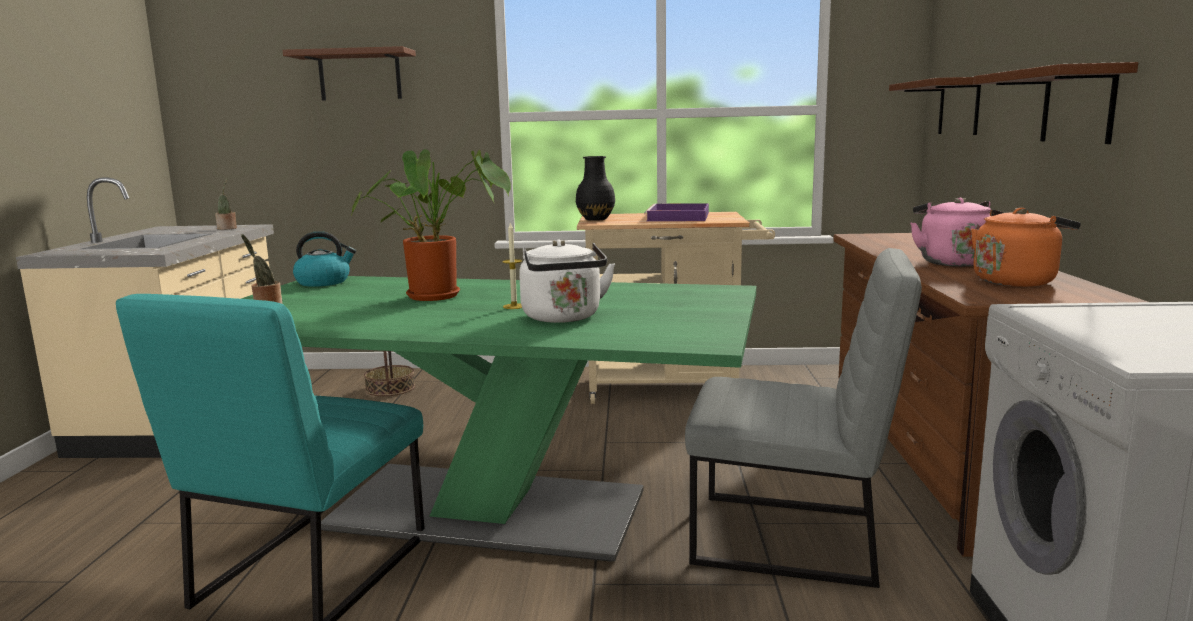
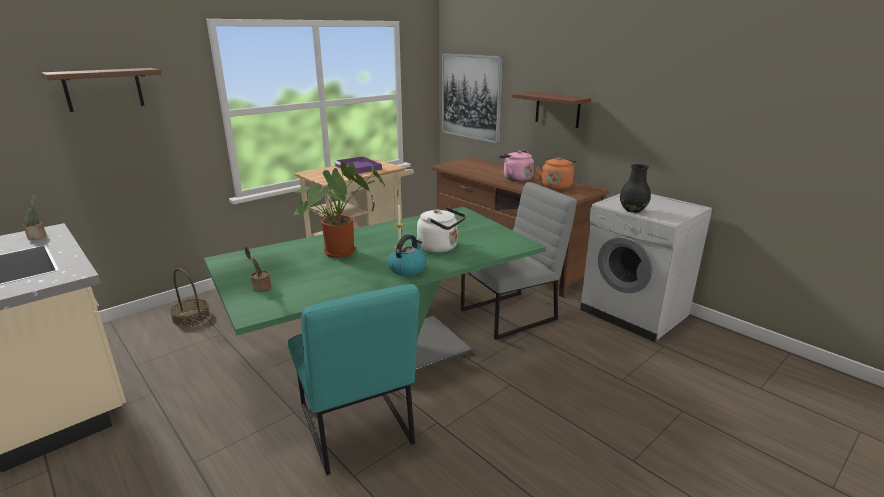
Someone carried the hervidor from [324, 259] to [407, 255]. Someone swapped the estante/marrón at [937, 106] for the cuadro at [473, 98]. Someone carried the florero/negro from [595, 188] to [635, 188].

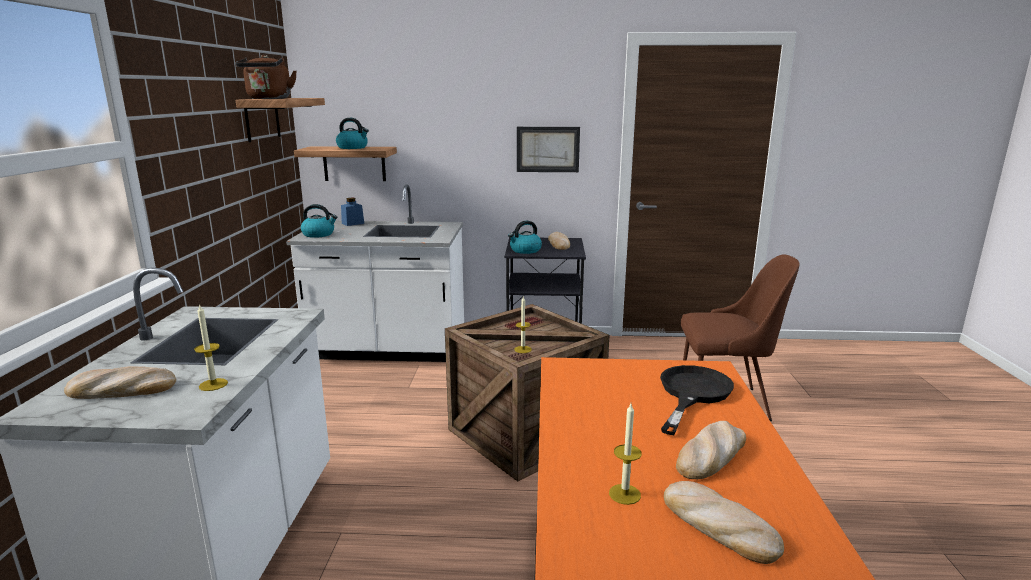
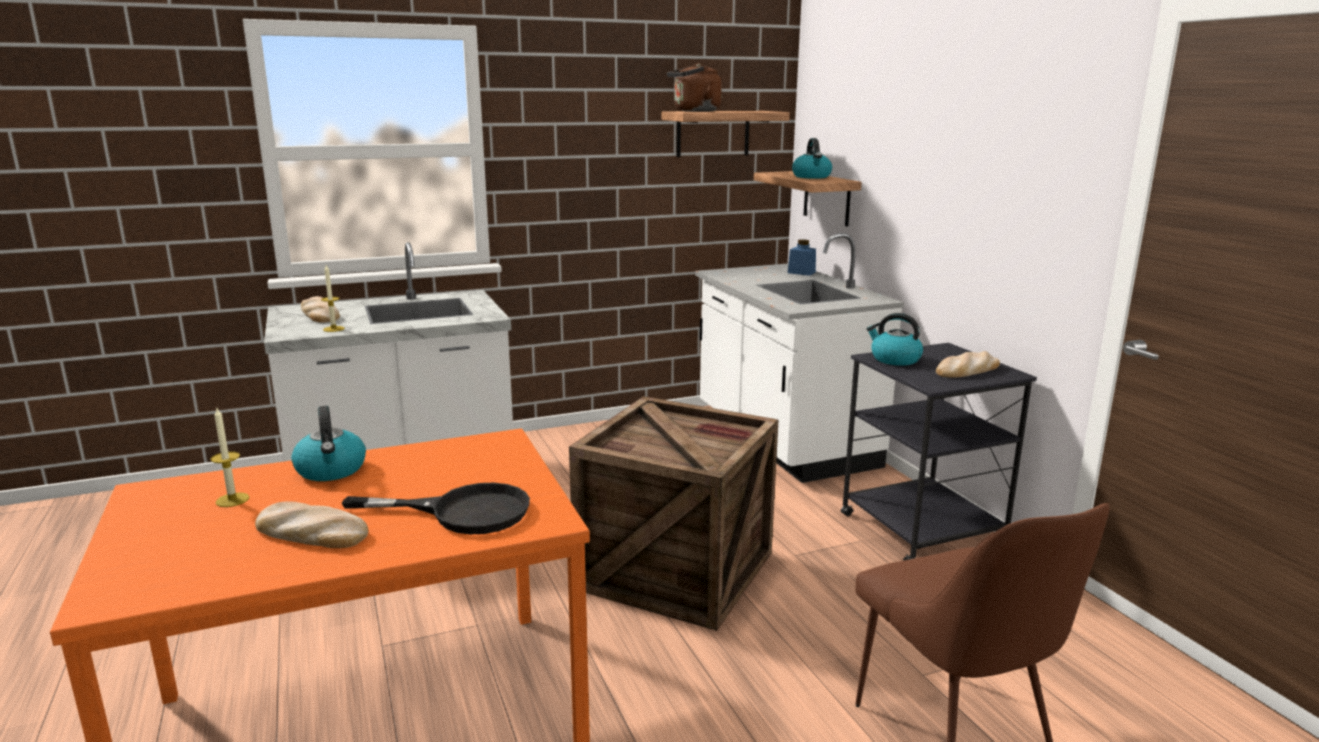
Someone carried the hervidor from [319, 221] to [328, 443]. Someone took away the vela at [523, 325]. Someone took away the cuadro at [548, 149]. Someone took away the pan at [724, 522].

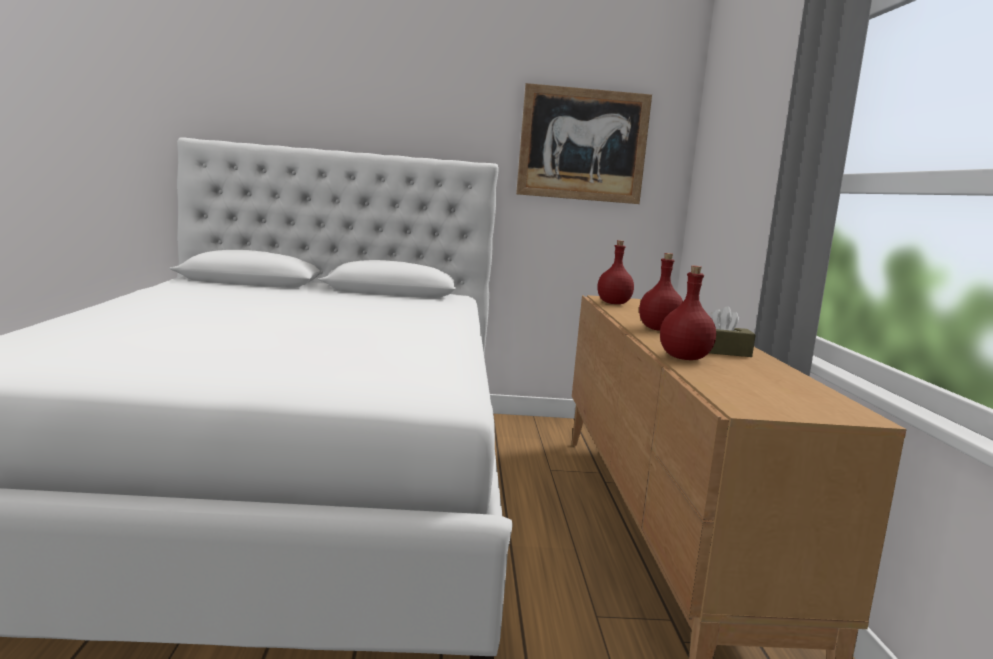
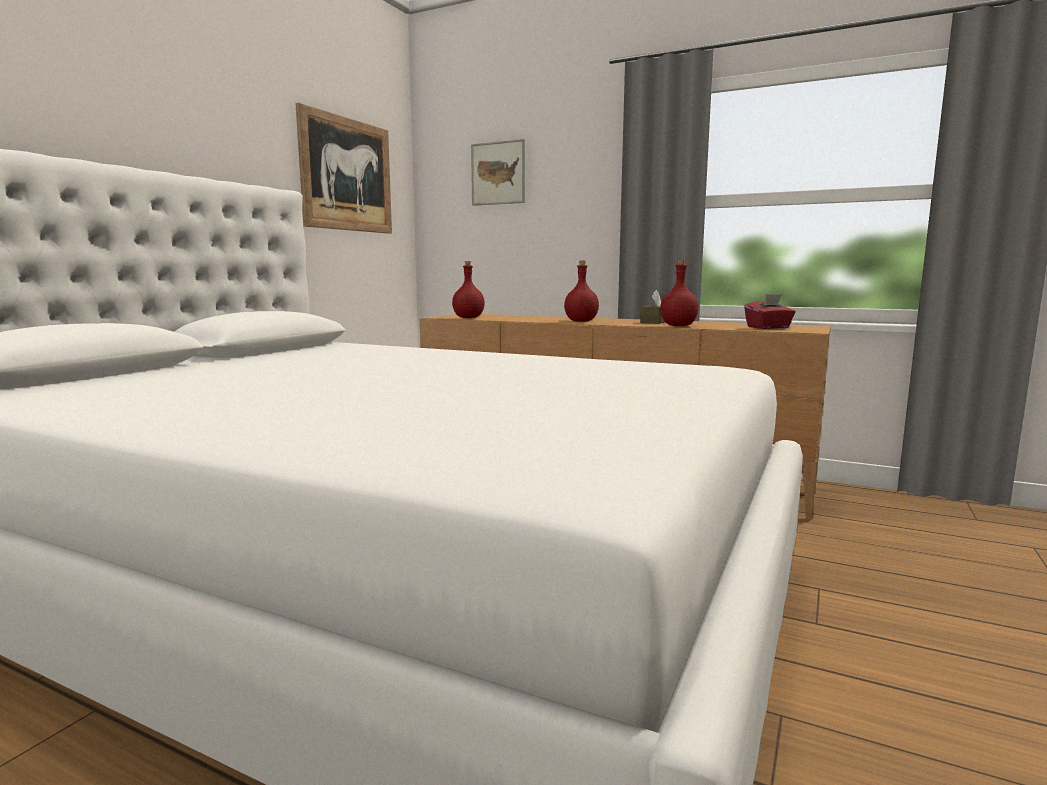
Someone put up the cuadro at [498, 172]. Someone put down the caja de pañuelos/rojo at [769, 311].

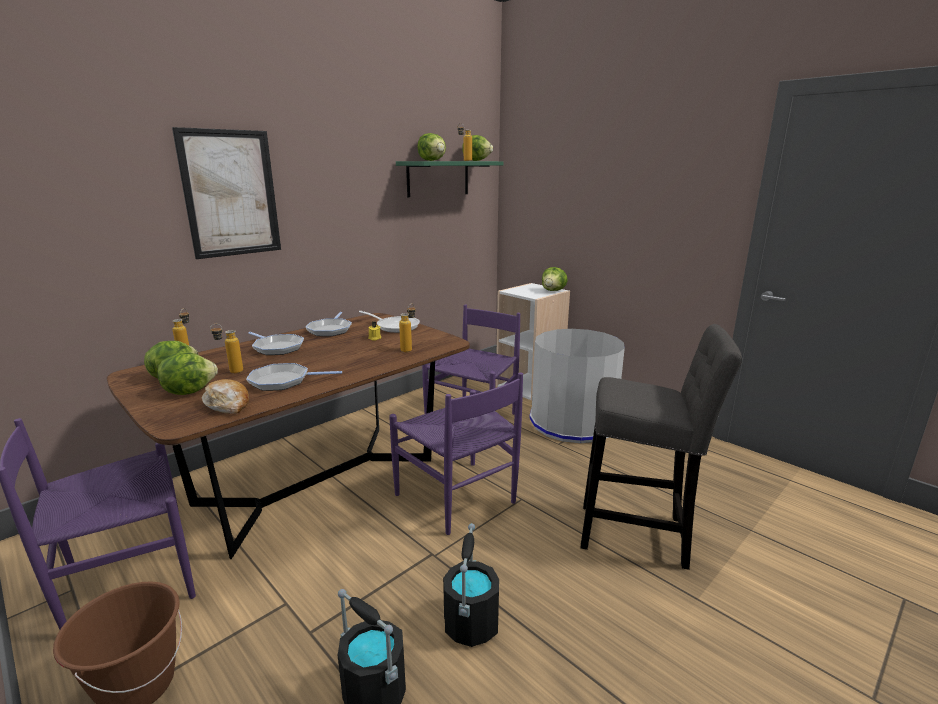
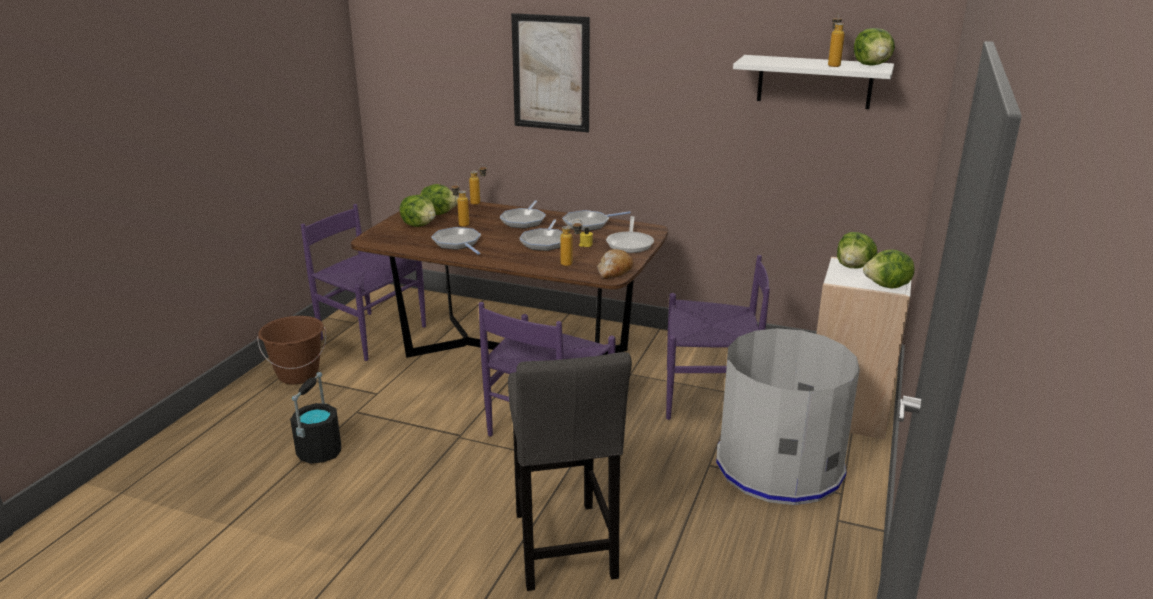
Someone put down the sartén at [541, 235]. Someone carried the pan from [225, 396] to [615, 263]. Someone repainted the estante/verde at [450, 179], which became the estante/blanco at [813, 82]. Someone carried the lechuga from [431, 147] to [857, 250]. Someone took away the cubo/negro at [471, 585].

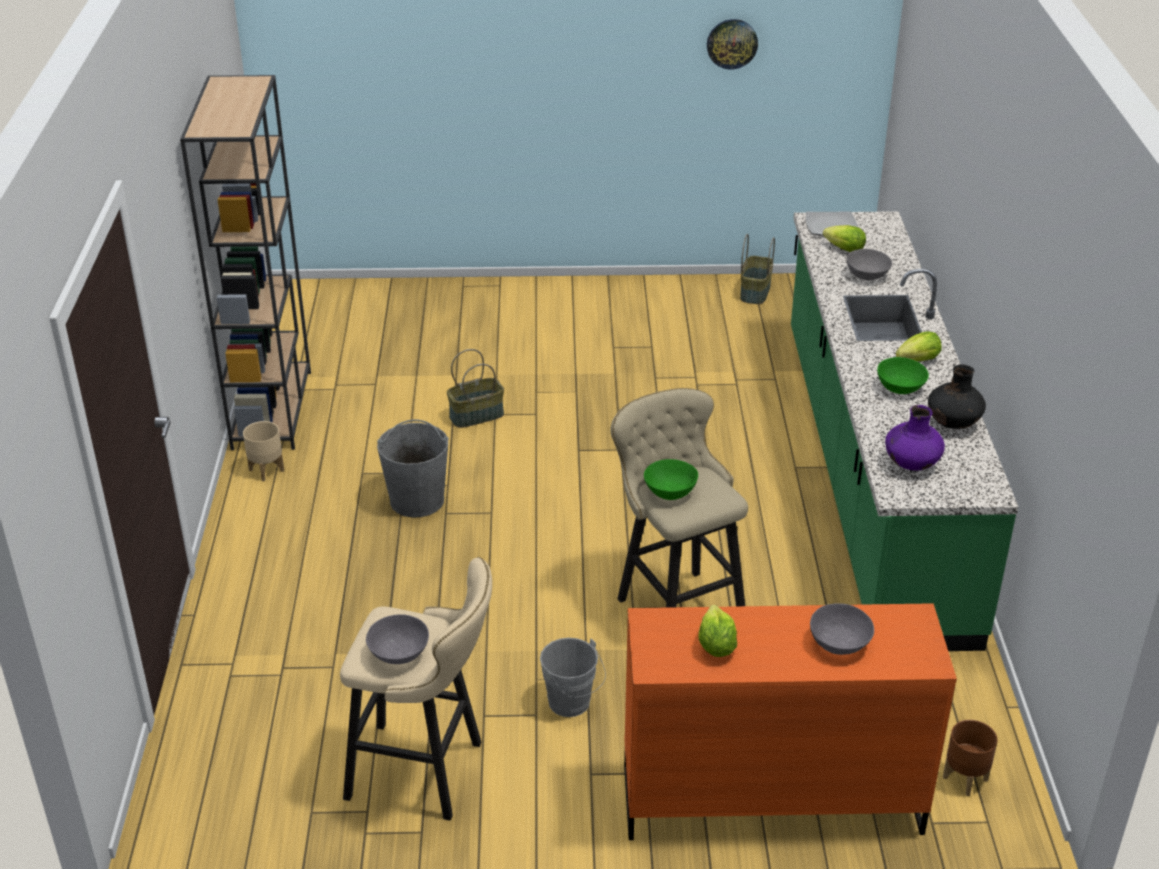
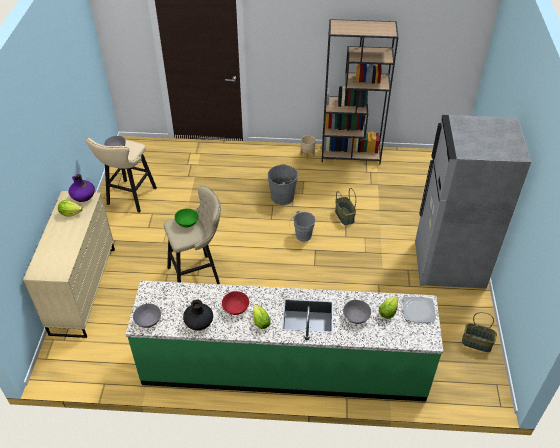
Someone repainted the cómoda/naranja at [790, 721], which became the cómoda/beis at [69, 264]. Someone carried the florero/morado from [915, 438] to [82, 188]. Someone carried the cuenco/gris from [842, 629] to [147, 315]. Someone repainted the cuenco/verde at [903, 375], which became the cuenco/rojo at [235, 303]. Someone carried the cubo/gris from [573, 677] to [302, 226]. Someone put down the nevera/gris at [473, 202]. Someone took away the reloj de pared at [732, 44]. Someone took away the maceta/marrón at [970, 758].

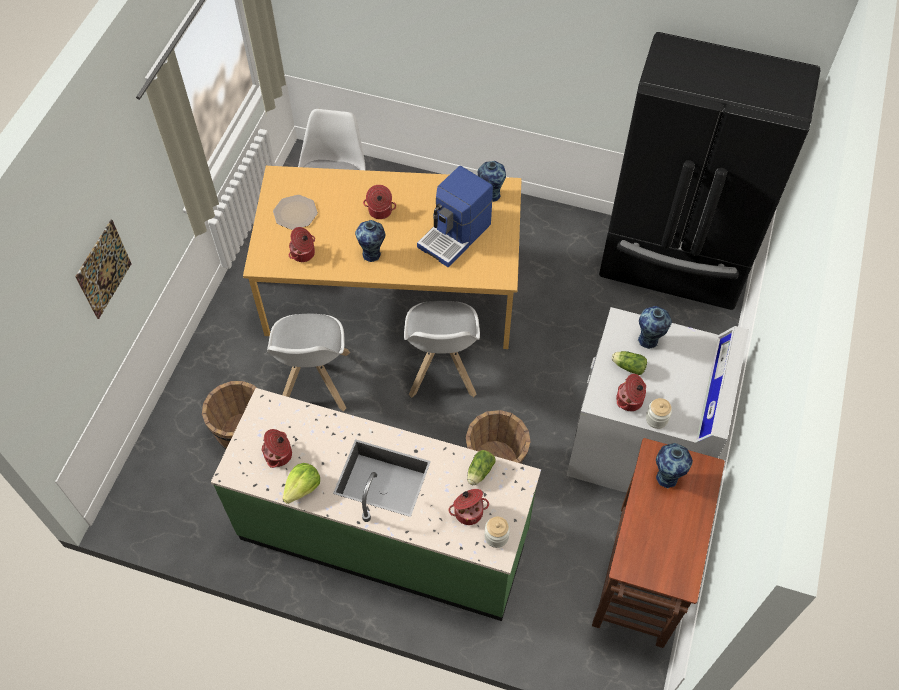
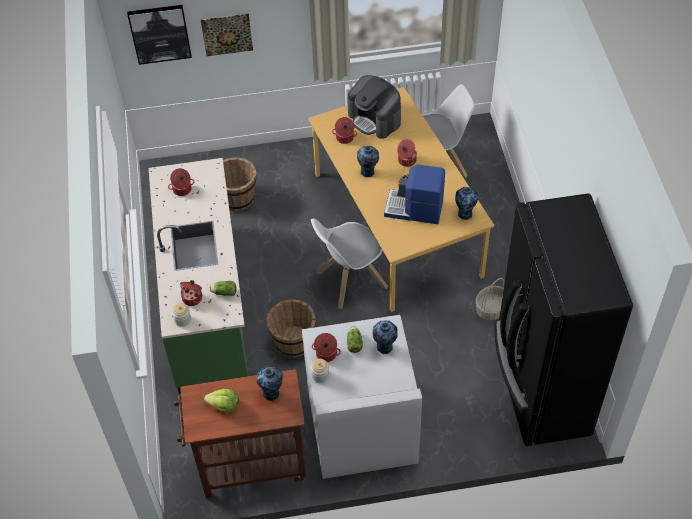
Someone put up the cuadro at [159, 35]. Someone carried the lechuga from [301, 483] to [221, 401]. Someone swapped the plato at [295, 212] for the cafetera at [374, 107]. Someone put down the cesta at [490, 299]. Someone took away the silla at [308, 362].

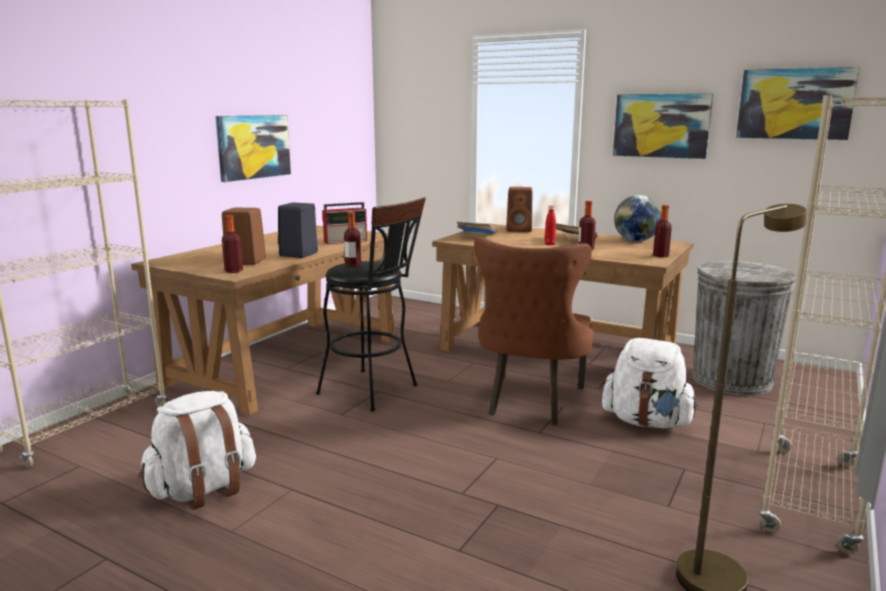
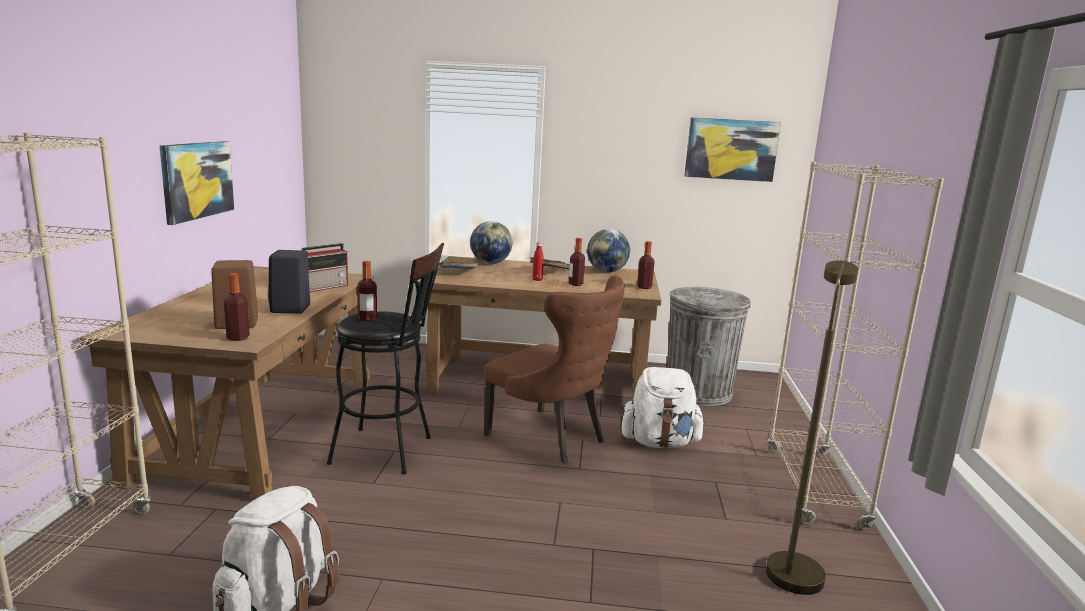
Someone swapped the altavoz/marrón at [519, 209] for the globo terráqueo at [491, 242]. Someone rotated the silla/marrón at [533, 331] by 45 degrees counterclockwise. Someone took away the cuadro at [663, 126].

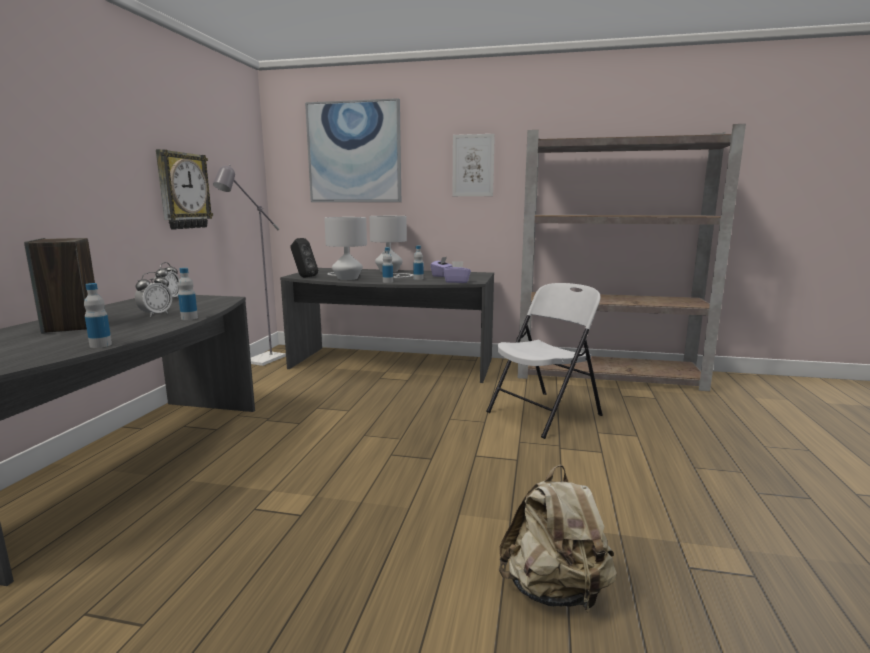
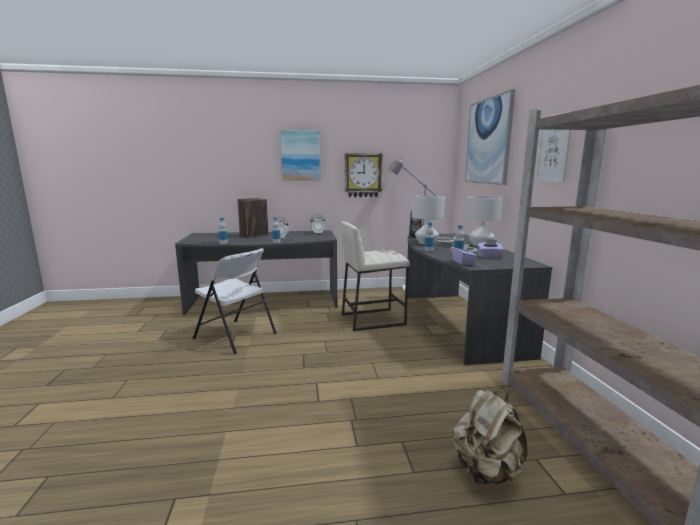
Someone carried the silla/blanco from [544, 361] to [235, 301]. Someone put up the cuadro at [300, 155]. Someone put down the taburete/beis at [375, 276]. Someone carried the mochila/beis from [558, 538] to [490, 436].

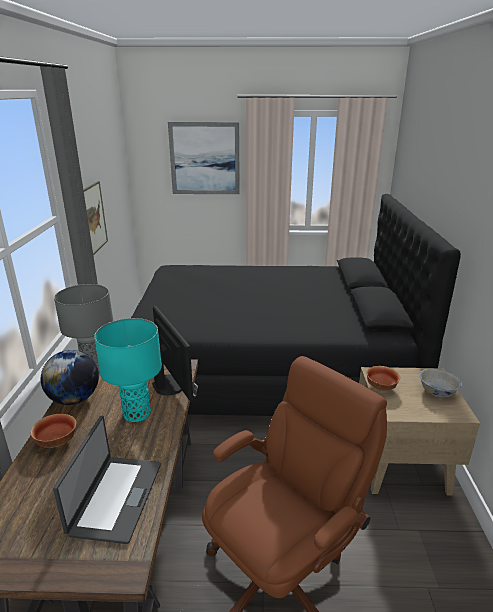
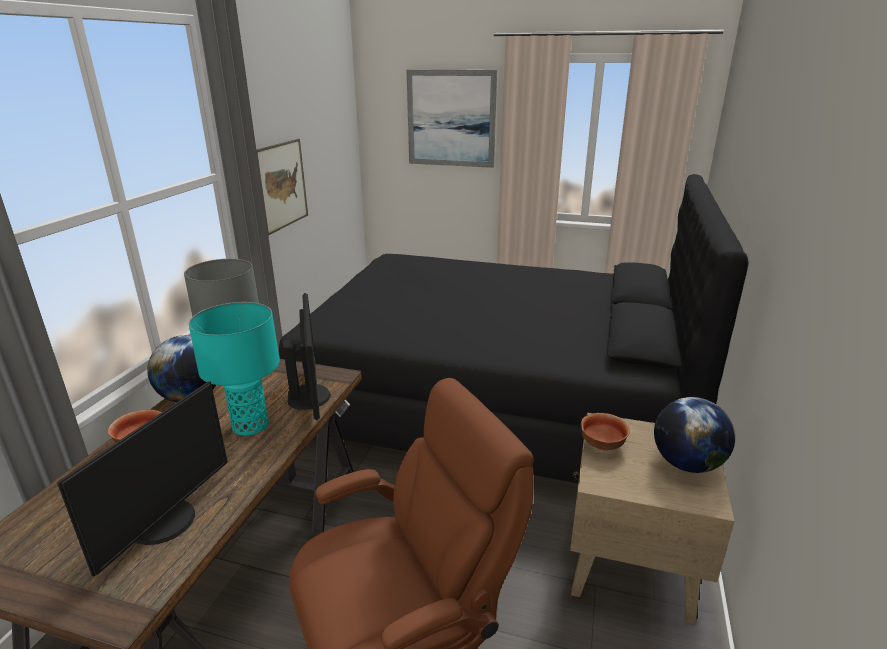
Someone swapped the portátil at [107, 480] for the monitor at [142, 479]. Someone swapped the cuenco/blanco at [440, 383] for the globo terráqueo at [694, 435].

